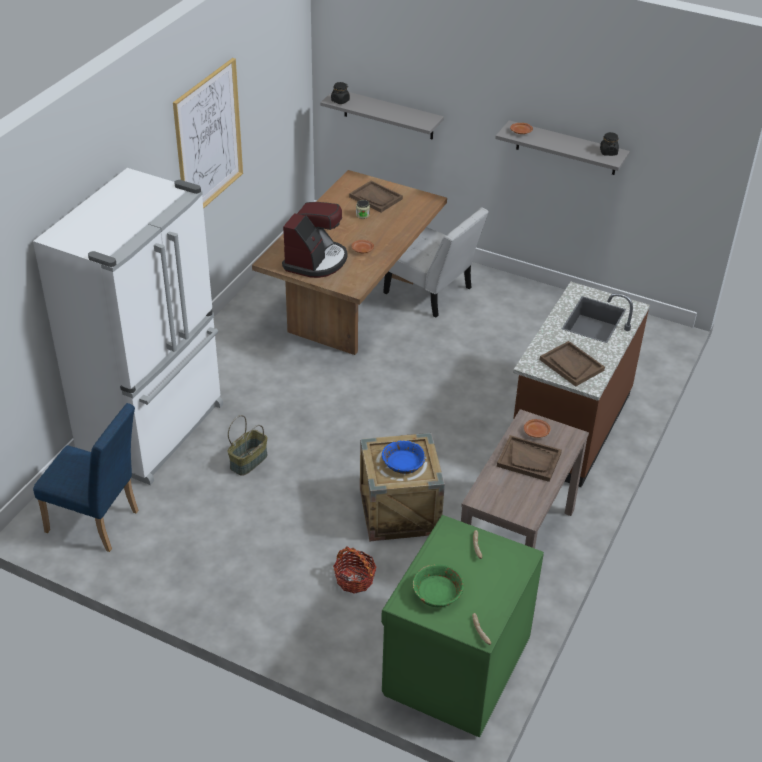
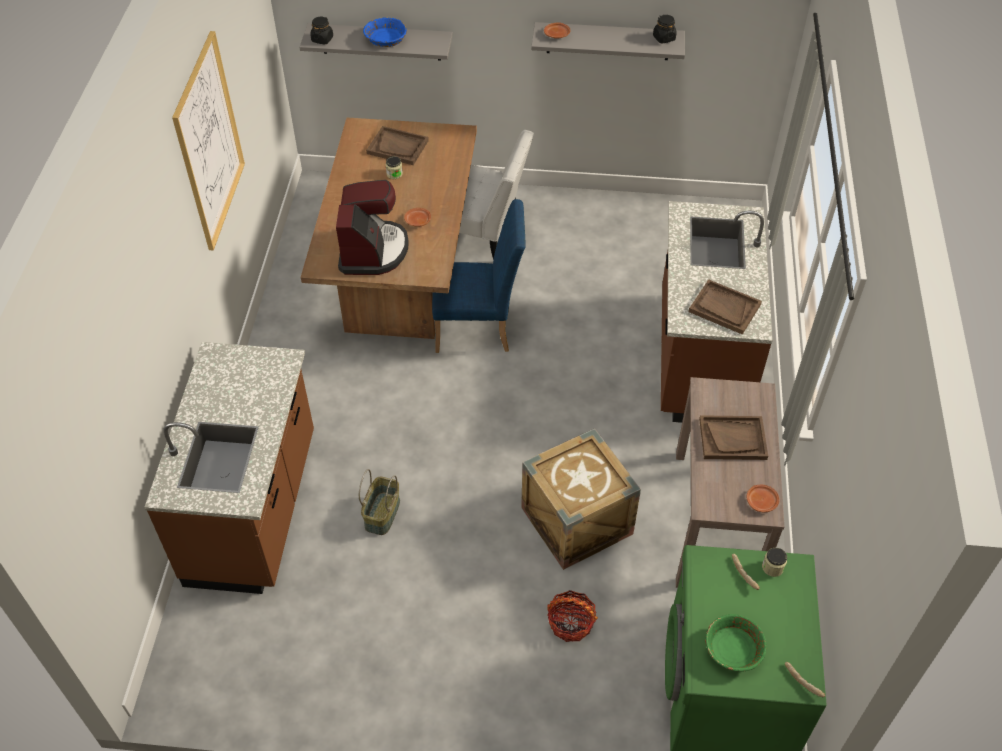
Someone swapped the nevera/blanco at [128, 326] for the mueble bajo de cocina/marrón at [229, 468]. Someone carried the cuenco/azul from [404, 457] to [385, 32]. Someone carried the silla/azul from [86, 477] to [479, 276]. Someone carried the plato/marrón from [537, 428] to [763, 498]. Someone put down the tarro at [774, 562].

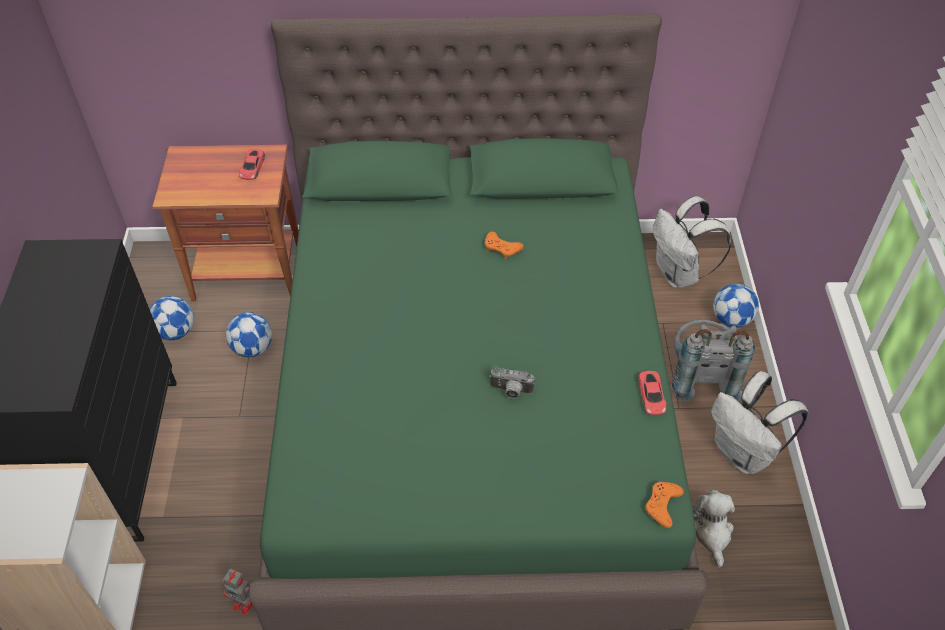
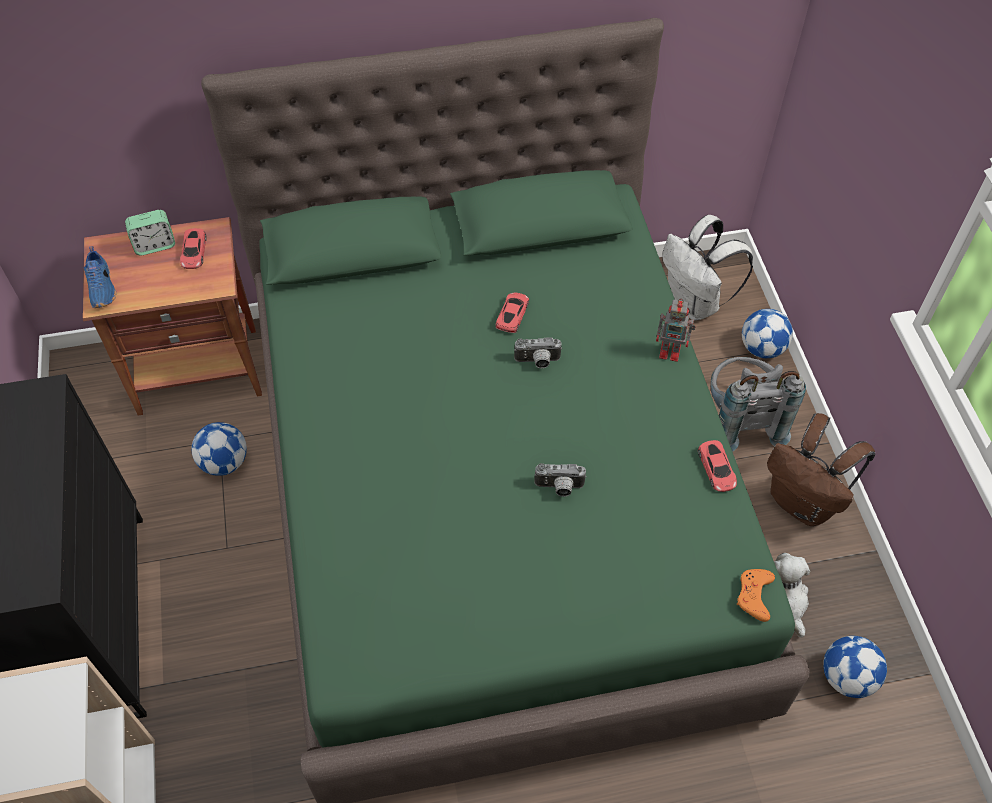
Someone put down the zapato/azul at [100, 277]. Someone put down the despertador at [150, 233]. Someone swapped the mando de consola/naranja at [504, 245] for the coche de juguete/rojo at [512, 312]. Someone put down the cámara at [538, 352]. Someone carried the robot de juguete from [237, 592] to [676, 330]. Someone repainted the mochila/blanco at [759, 422], which became the mochila/marrón at [821, 469]. Someone carried the balón de fútbol from [172, 318] to [855, 667].

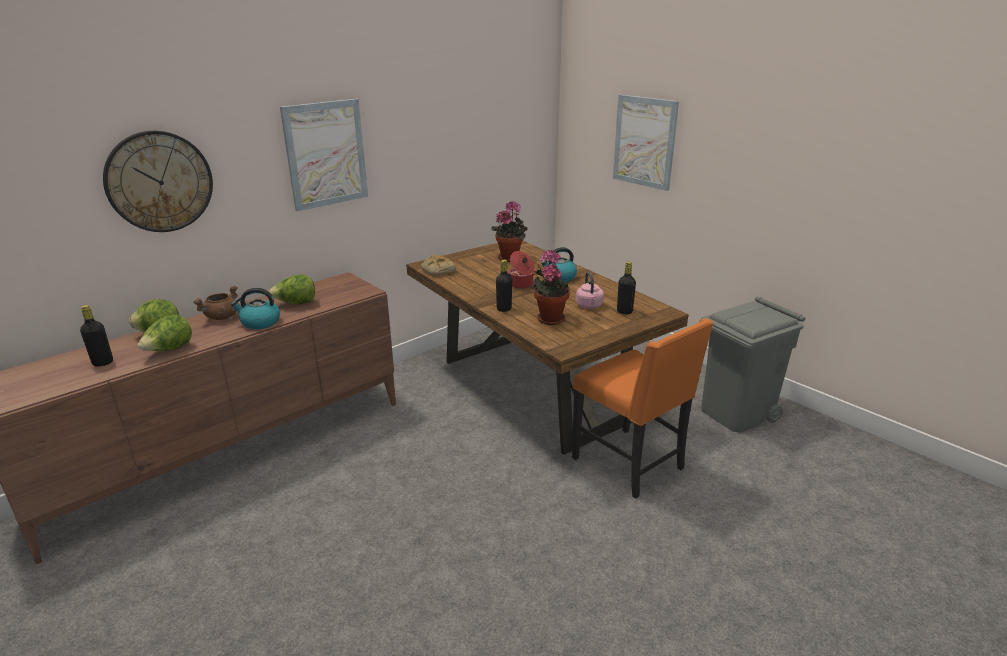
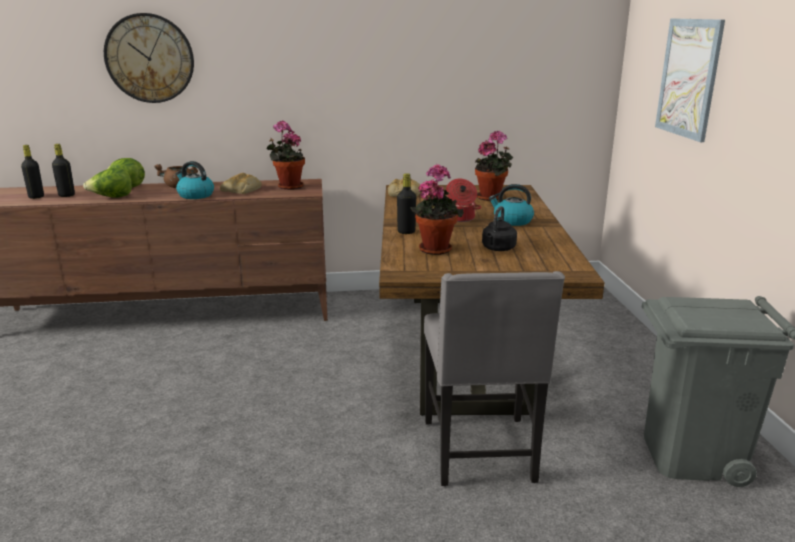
Someone carried the botella/negro from [626, 288] to [32, 172]. Someone swapped the lechuga at [291, 289] for the pan at [241, 183]. Someone put down the planta en maceta at [286, 155]. Someone repainted the silla/naranja at [642, 408], which became the silla/gris at [494, 378]. Someone repainted the hervidor/rosa at [590, 290], which became the hervidor/negro at [499, 228]. Someone took away the cuadro at [324, 155].

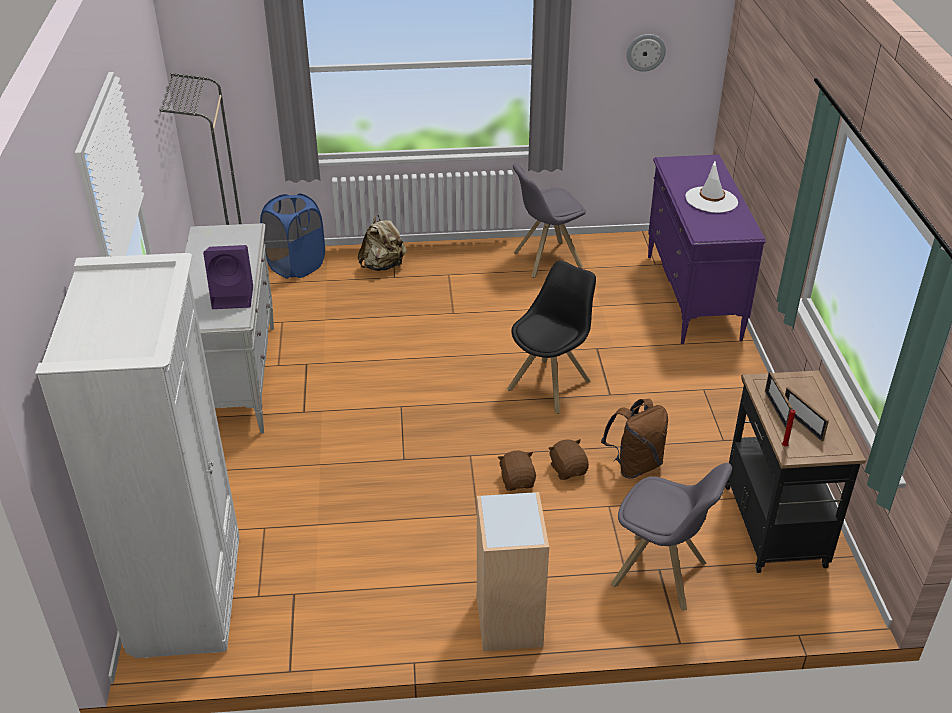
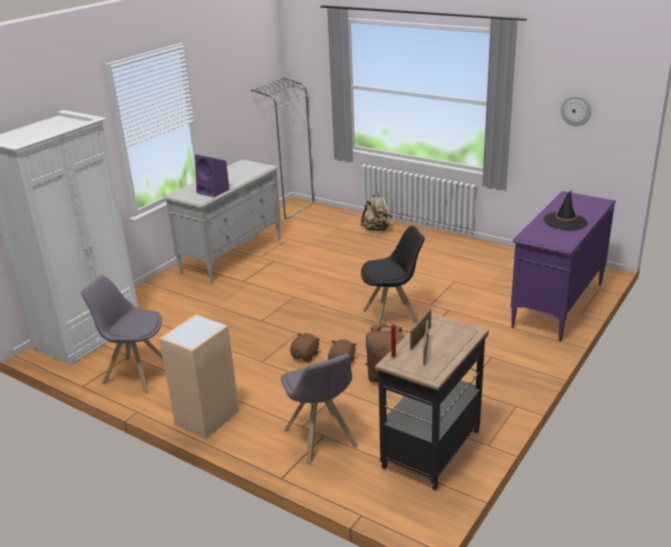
Someone carried the silla/gris from [549, 220] to [122, 333]. Someone repainted the sombrero/blanco at [711, 187], which became the sombrero/negro at [566, 209]. Someone took away the cesto de la ropa/azul at [292, 236].

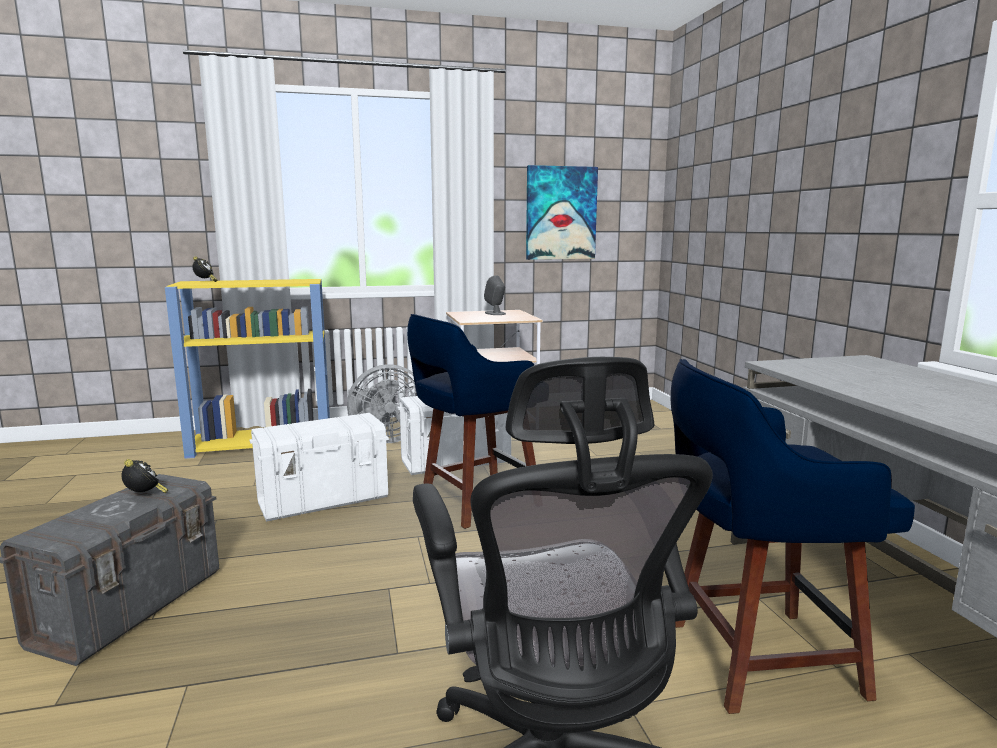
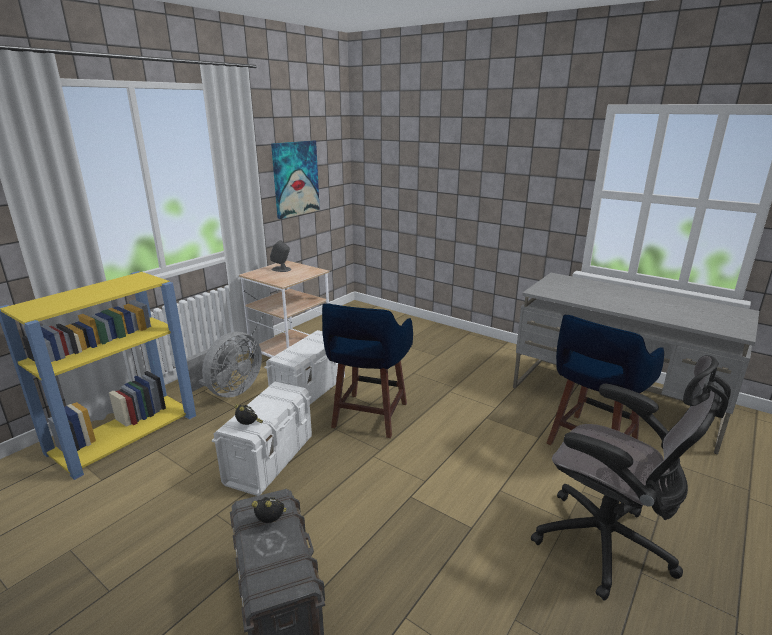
Someone carried the despertador from [205, 269] to [248, 414].

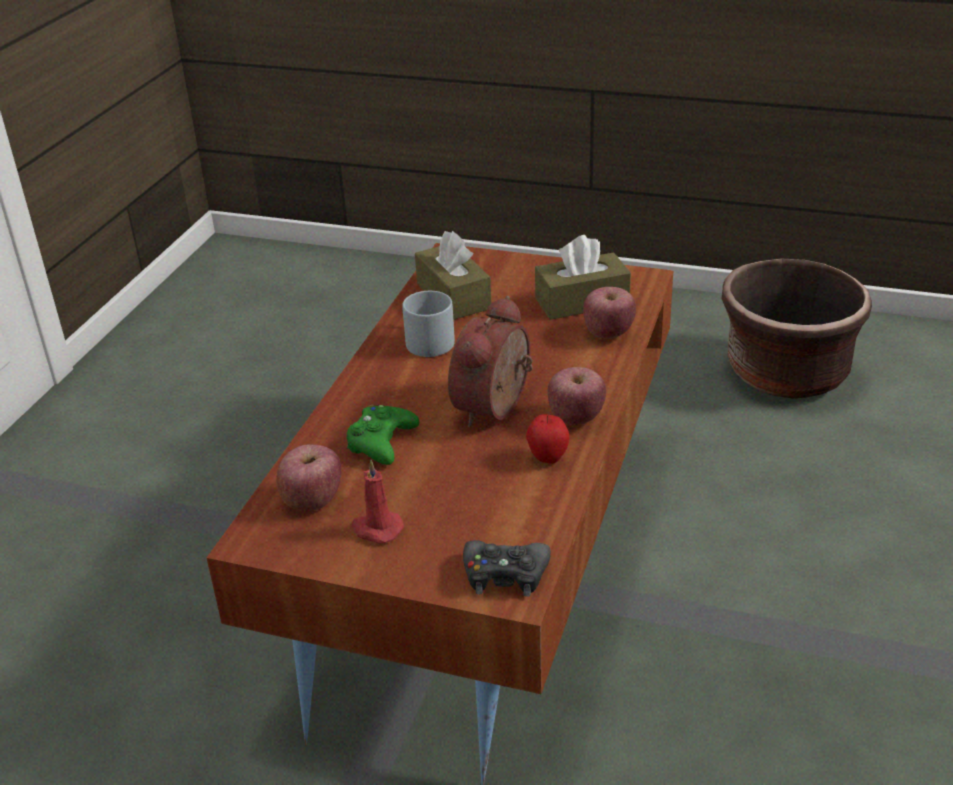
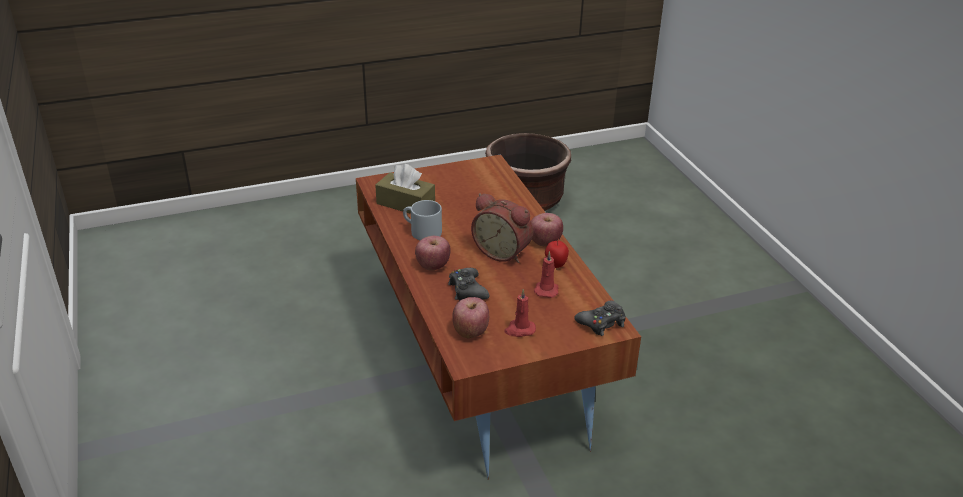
Someone carried the manzana from [609, 313] to [433, 253]. Someone repainted the mando de consola/verde at [383, 434], which became the mando de consola/negro at [469, 284]. Someone rotated the despertador at [490, 361] by 45 degrees counterclockwise. Someone put down the vela/rojo at [546, 274]. Someone took away the caja de pañuelos/marrón at [583, 277].

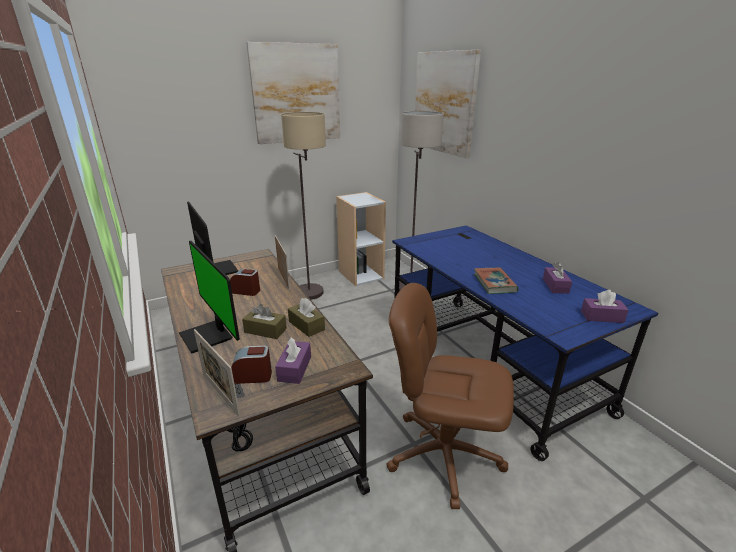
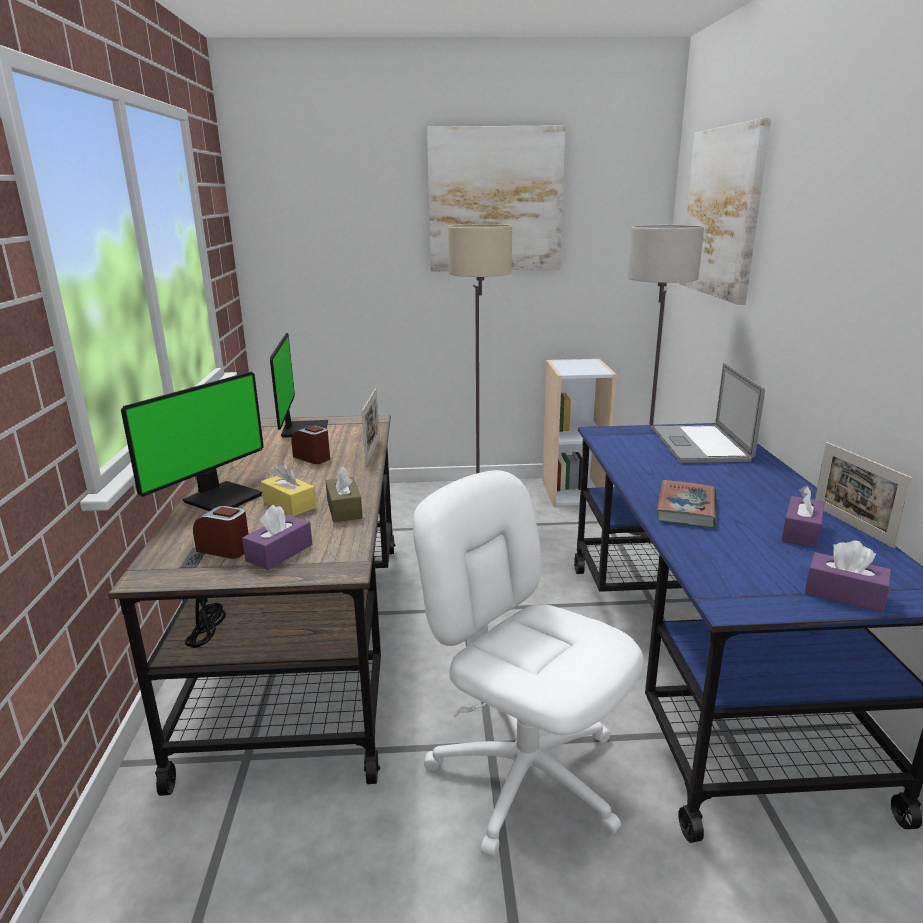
Someone rotated the monitor at [209, 297] by 135 degrees counterclockwise. Someone repainted the caja de pañuelos/marrón at [264, 321], which became the caja de pañuelos/amarillo at [289, 489]. Someone repainted the silla de oficina/marrón at [450, 396], which became the silla de oficina/blanco at [528, 664]. Someone put down the portátil at [708, 413]. Someone carried the portarretratos from [217, 373] to [863, 495].

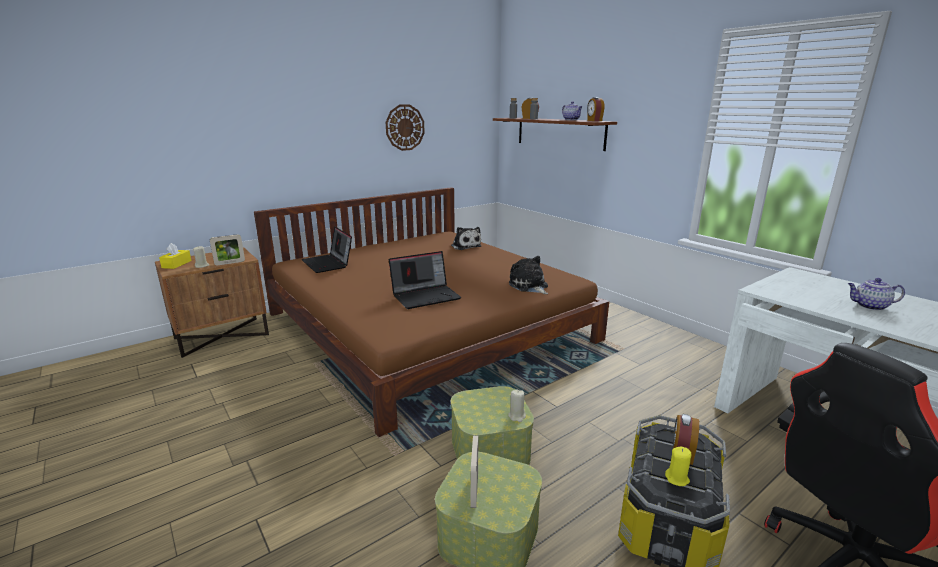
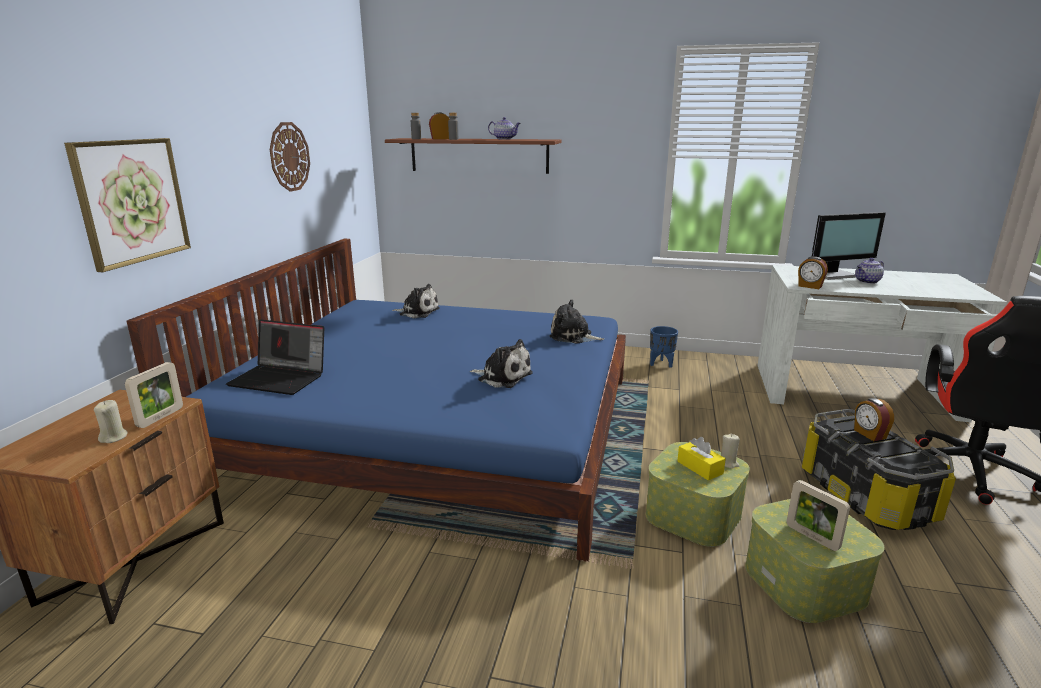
Someone put up the cuadro at [127, 205]. Someone repainted the cama/marrón at [431, 312], which became the cama/azul at [376, 400]. Someone swapped the portátil at [425, 280] for the peluche at [501, 363]. Someone put down the maceta/azul at [664, 347]. Someone carried the caja de pañuelos/amarillo from [175, 256] to [701, 458]. Someone carried the despertador from [595, 109] to [813, 272]. Someone put down the monitor at [849, 246]. Someone took away the vela/amarillo at [678, 466].

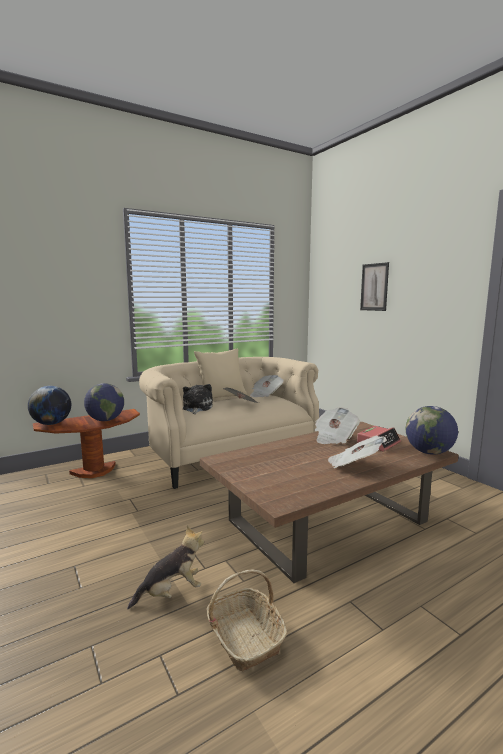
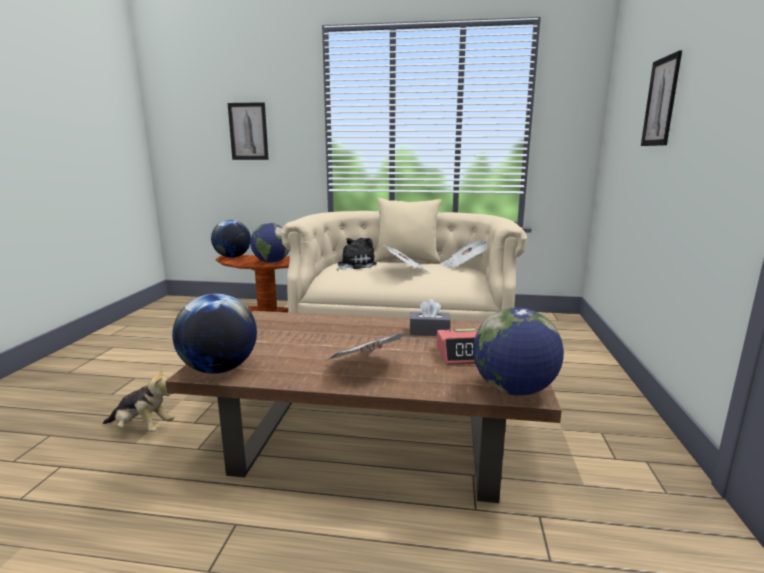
Someone put down the globo terráqueo at [214, 333]. Someone put up the cuadro at [248, 131]. Someone swapped the periódico at [337, 425] for the caja de pañuelos/gris at [430, 317]. Someone took away the cesta at [247, 620].

